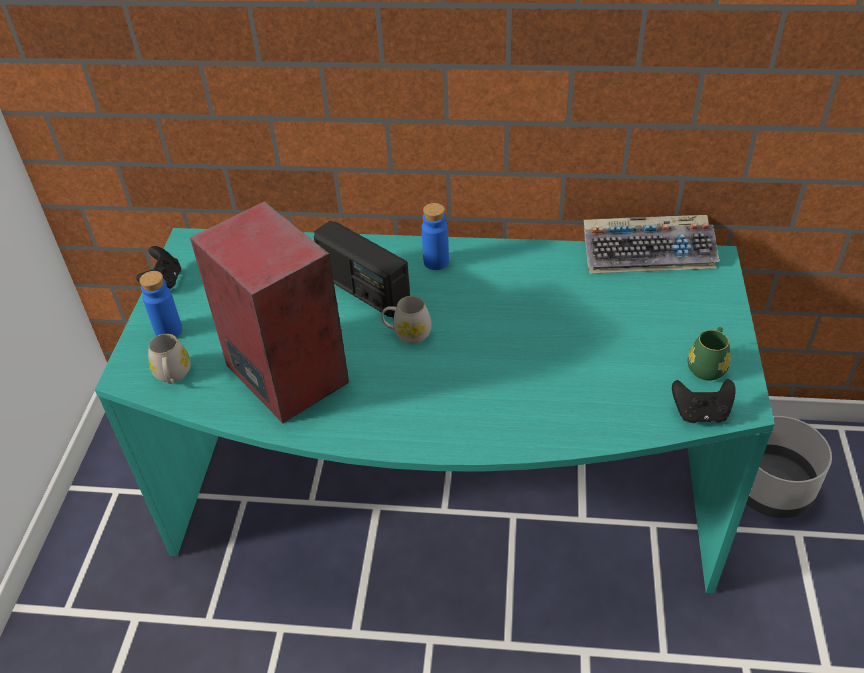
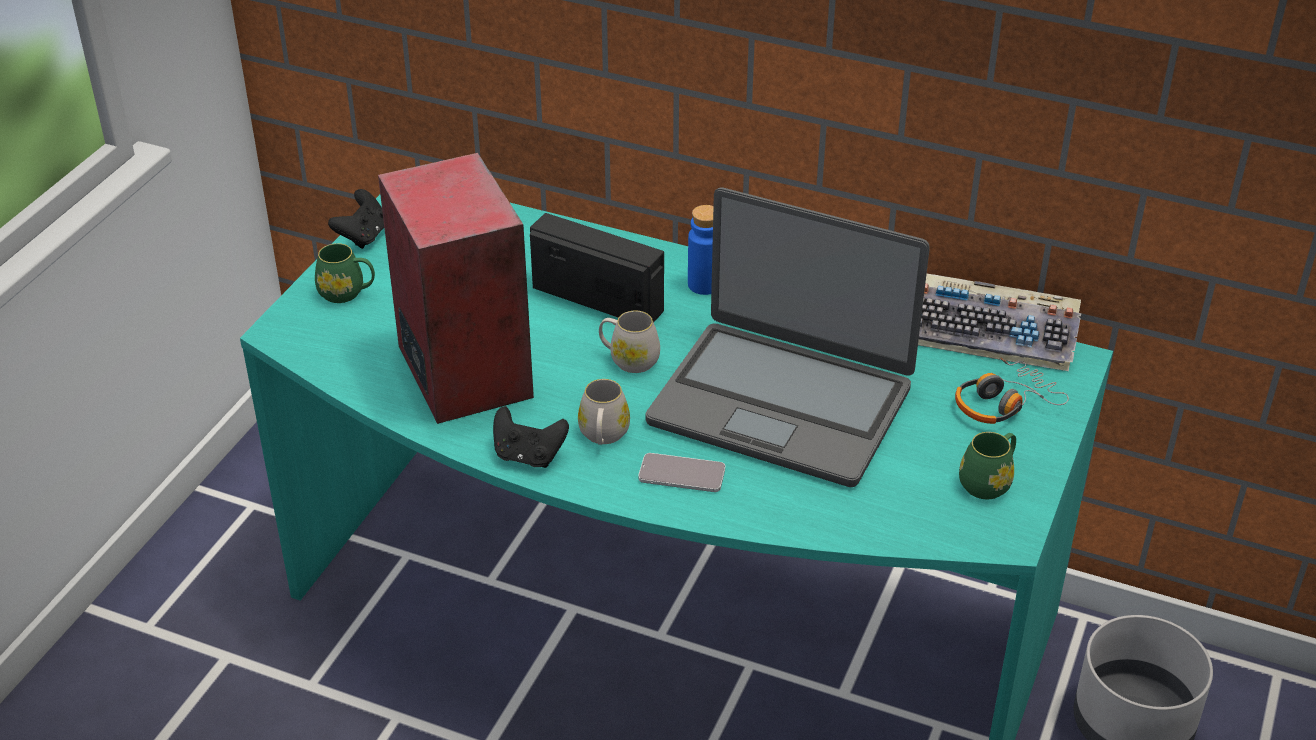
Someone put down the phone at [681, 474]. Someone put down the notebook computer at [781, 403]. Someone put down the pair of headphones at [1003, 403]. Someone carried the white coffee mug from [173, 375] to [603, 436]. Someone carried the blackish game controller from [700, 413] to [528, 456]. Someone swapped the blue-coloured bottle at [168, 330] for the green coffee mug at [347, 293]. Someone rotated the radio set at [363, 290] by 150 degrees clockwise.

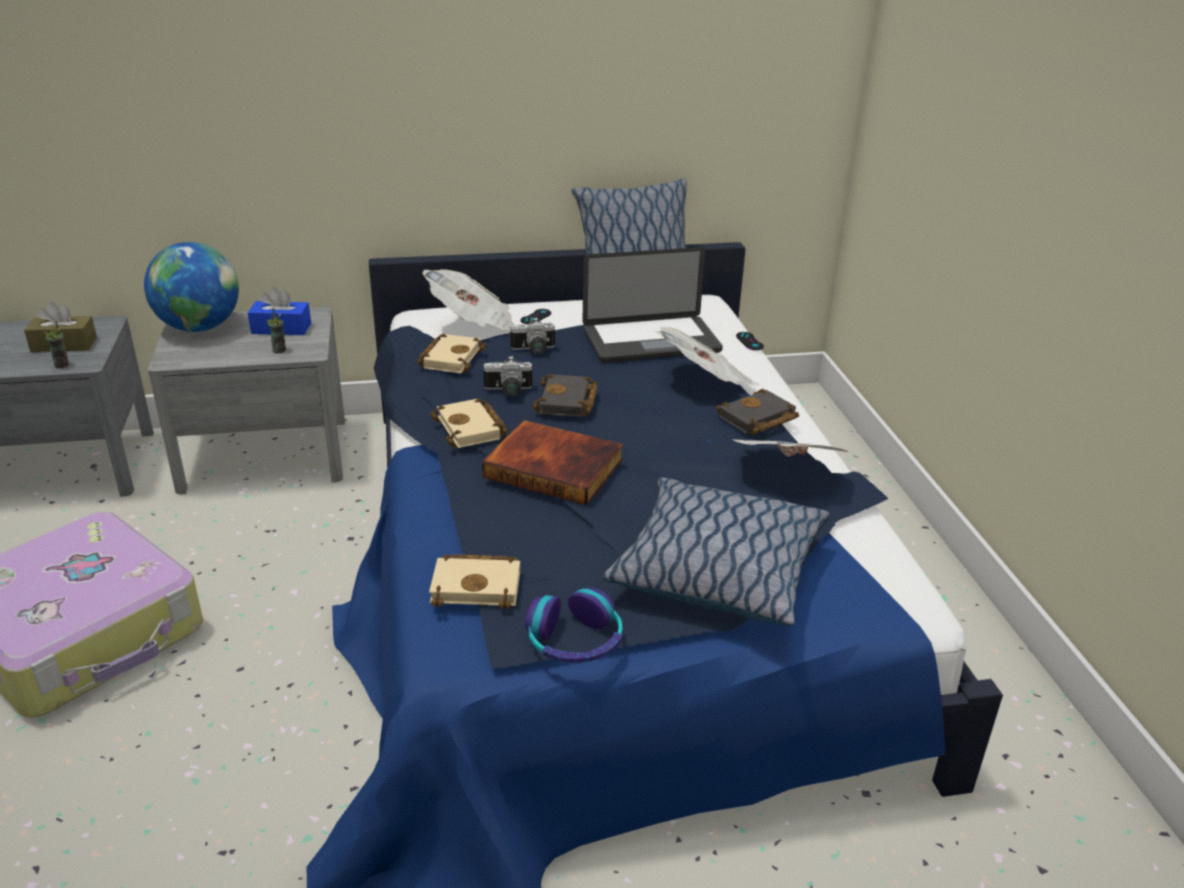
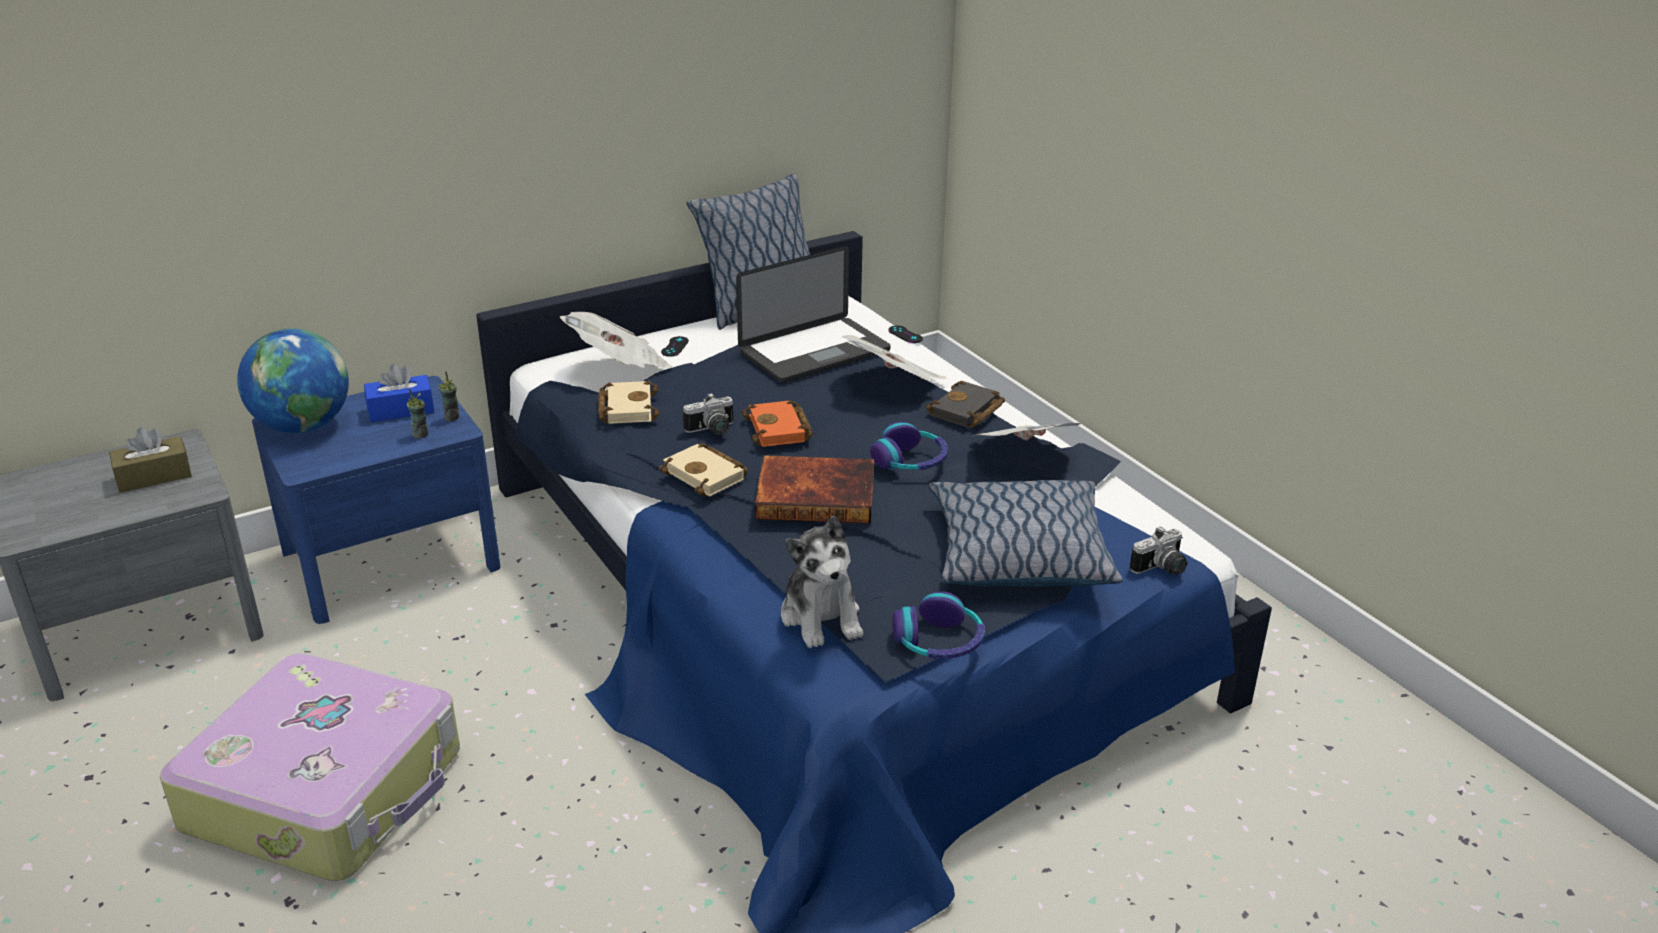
Someone put down the pair of headphones at [910, 461]. Someone carried the small cup from [62, 365] to [452, 417]. Someone carried the photo camera from [533, 350] to [1162, 569]. Someone swapped the beige-coloured bound book at [479, 586] for the cuddly toy at [822, 617]. Someone repainted the gray bedside table at [265, 454], which became the blue-coloured bedside table at [390, 559]. Someone repainted the blackish bound book at [568, 402], which became the orange bound book at [780, 430].

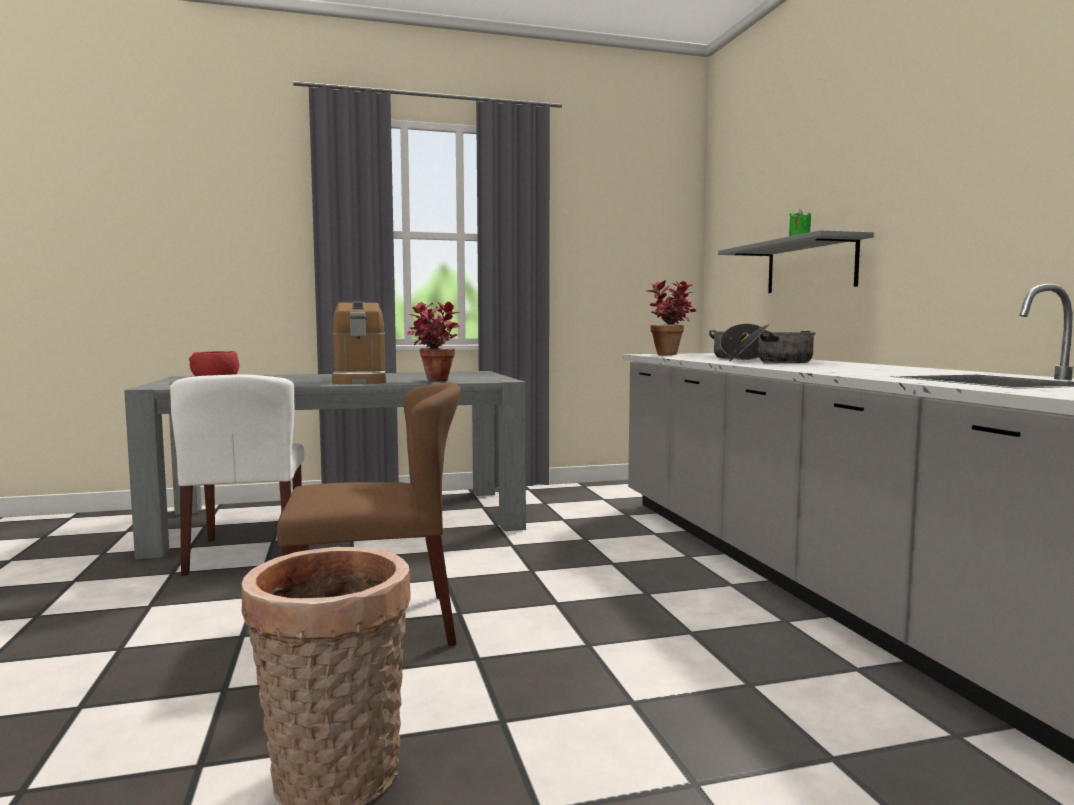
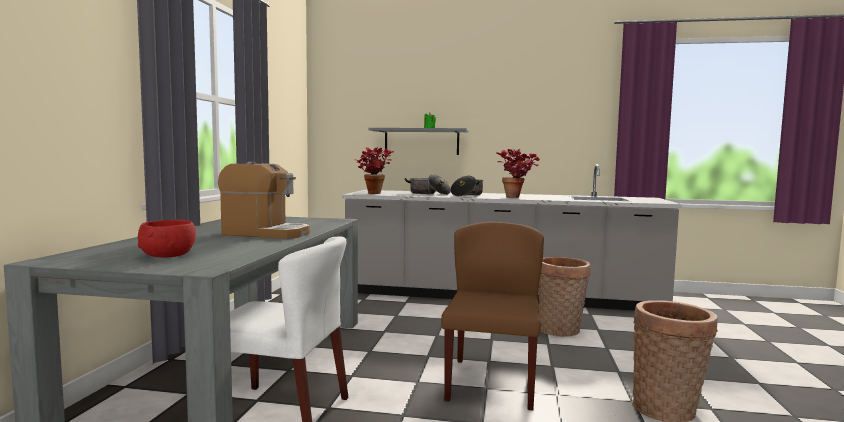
Someone put down the storage basket at [561, 331]. Someone carried the houseplant from [433, 381] to [517, 197].

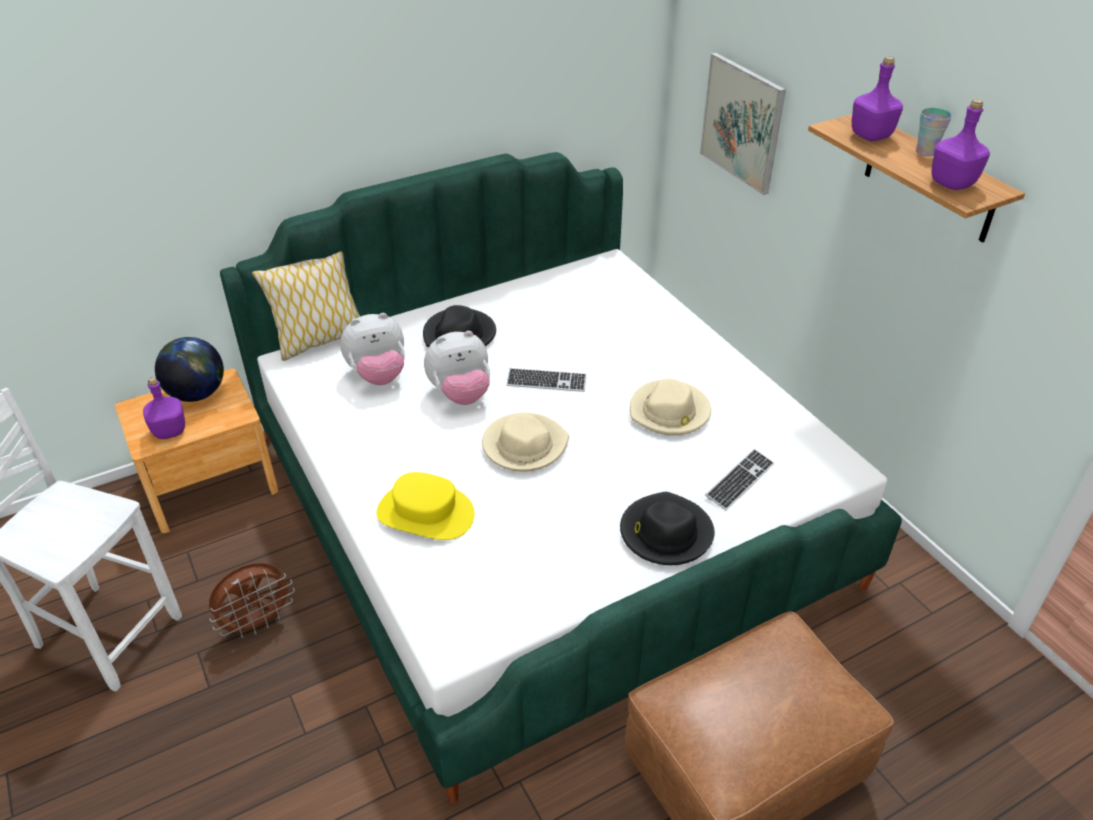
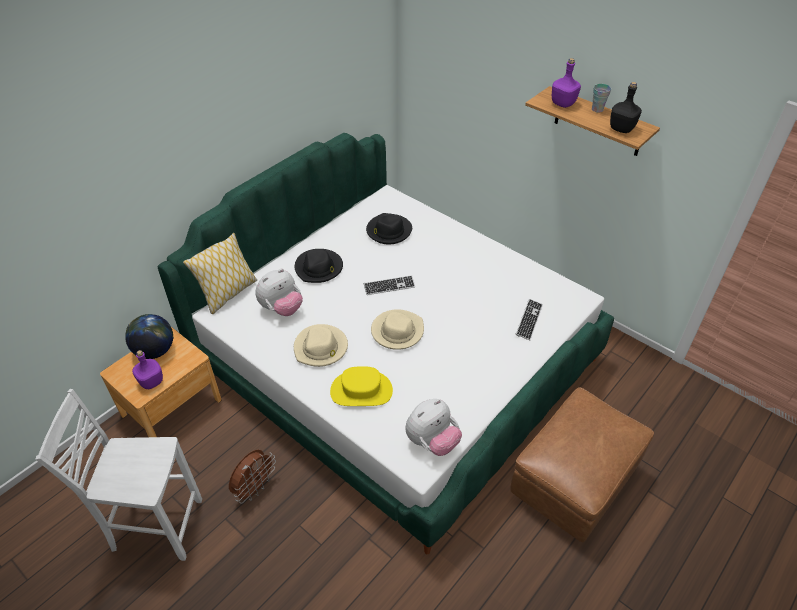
Someone took away the picture at [742, 123]. Someone carried the cuddly toy from [461, 394] to [432, 442]. Someone carried the blackish wearable hat from [665, 533] to [388, 231]. Someone carried the beige-coloured wearable hat from [669, 412] to [321, 348]. Someone repainted the purple-coloured bottle at [953, 184], which became the blackish bottle at [622, 129].

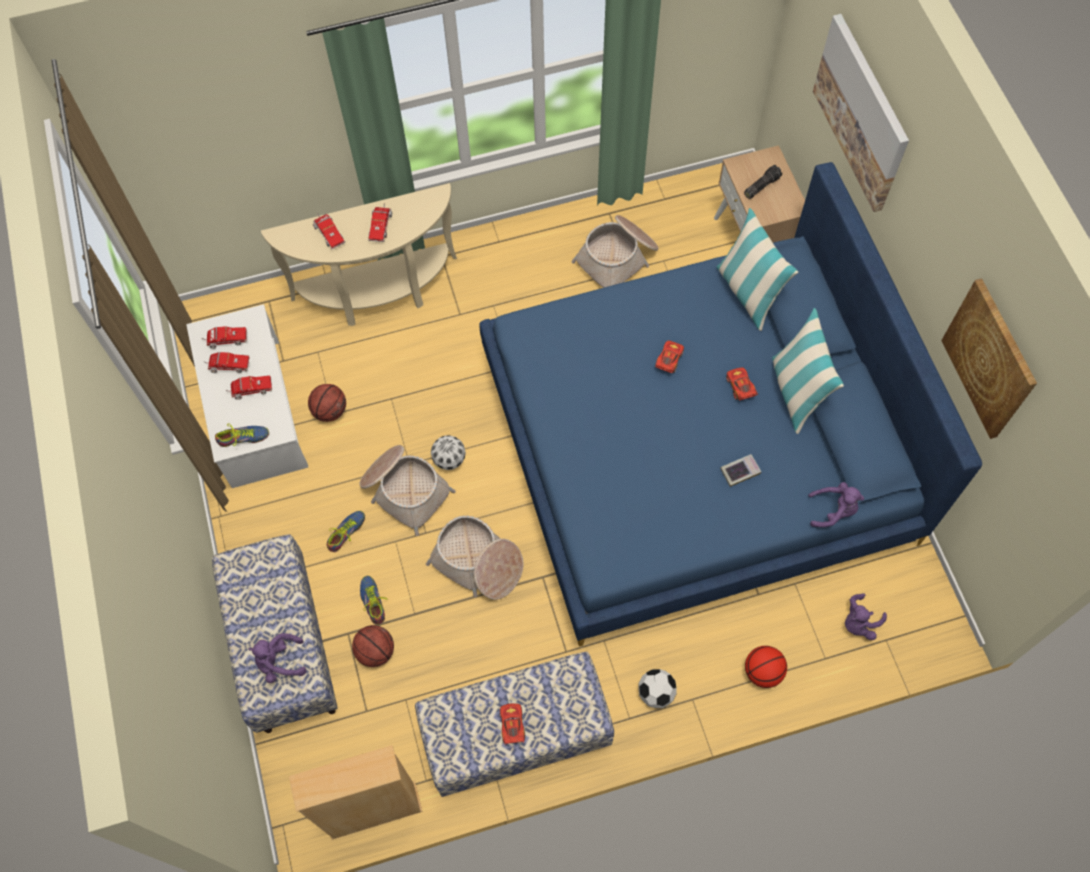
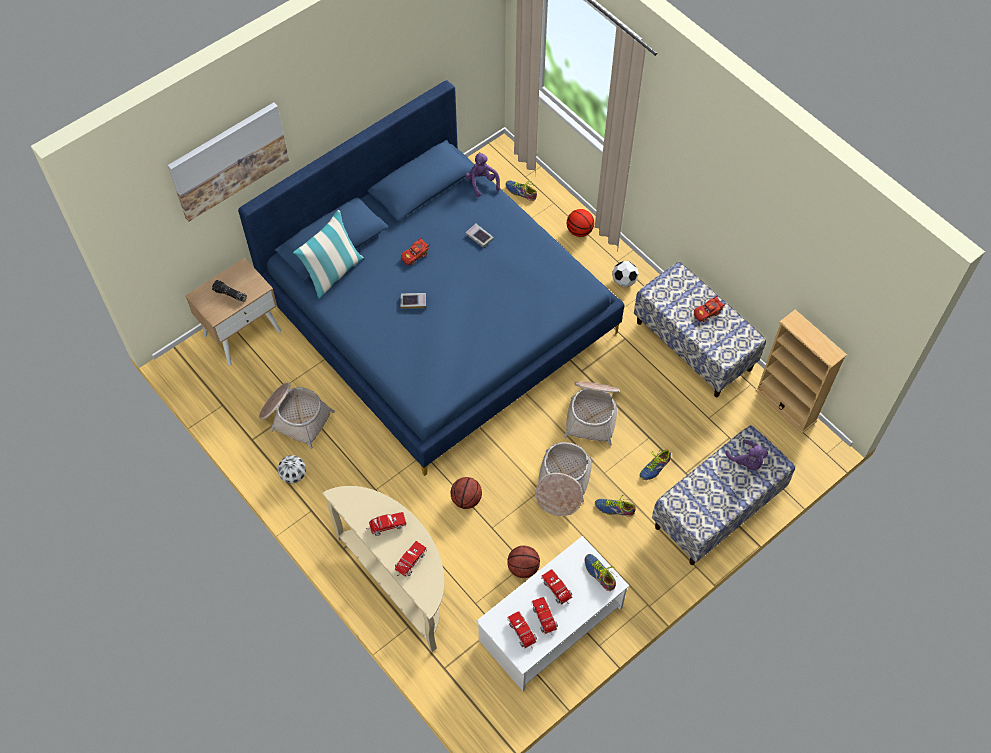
Someone took away the throw pillow at [797, 392]. Someone took away the picture at [989, 359]. Someone carried the basketball ball from [375, 651] to [466, 499]. Someone carried the ball for football from [449, 459] to [293, 476]. Someone swapped the red-coloured toy car at [668, 361] for the bound book at [413, 302]. Someone swapped the purple-coloured cuddly toy at [859, 622] for the low shoe at [521, 192].

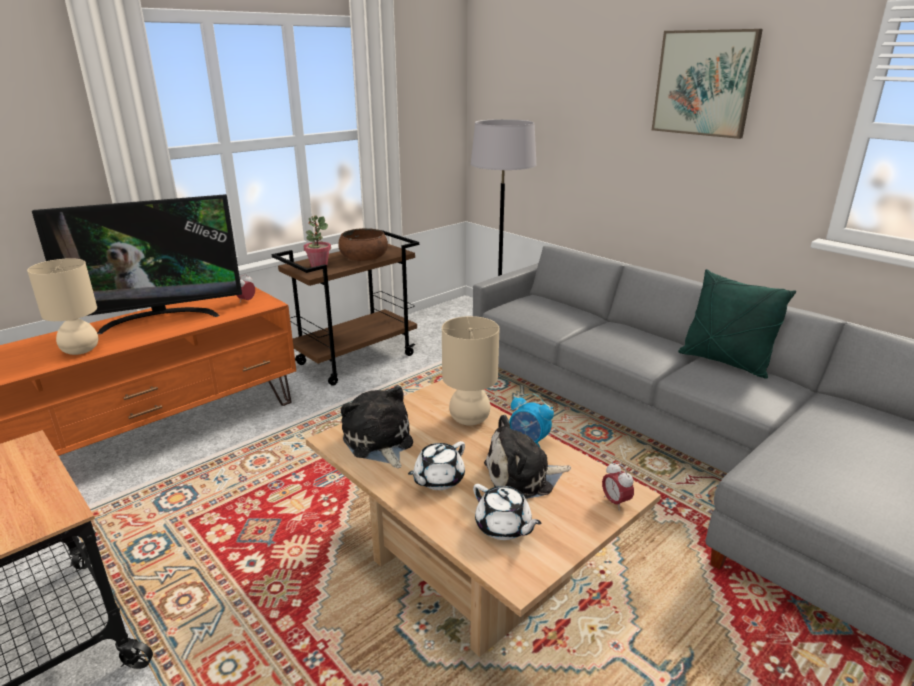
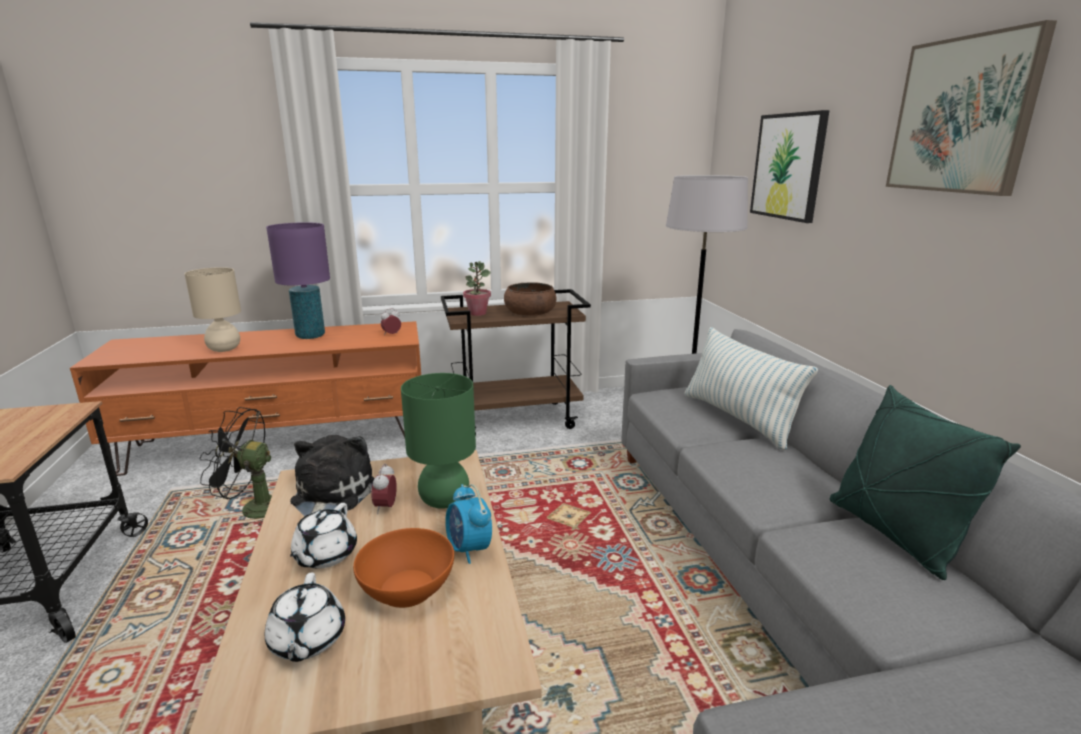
Someone put down the blackish cooling fan at [253, 509]. Someone put down the throw pillow at [738, 418]. Someone put up the picture at [788, 166]. Someone carried the bedside clock from [615, 502] to [386, 507]. Someone swapped the TV at [160, 318] for the purple-coloured tabletop lamp at [310, 336]. Someone swapped the cuddly toy at [523, 477] for the orange deep dish at [407, 589]. Someone repainted the beige-coloured tabletop lamp at [469, 419], which became the green tabletop lamp at [444, 500]. Someone rotated the white pot for tea at [438, 480] by 60 degrees counterclockwise.

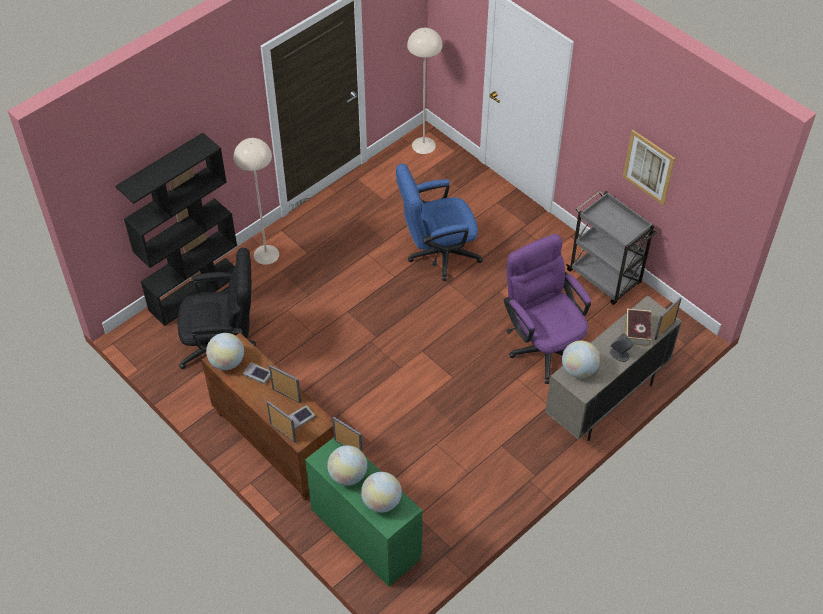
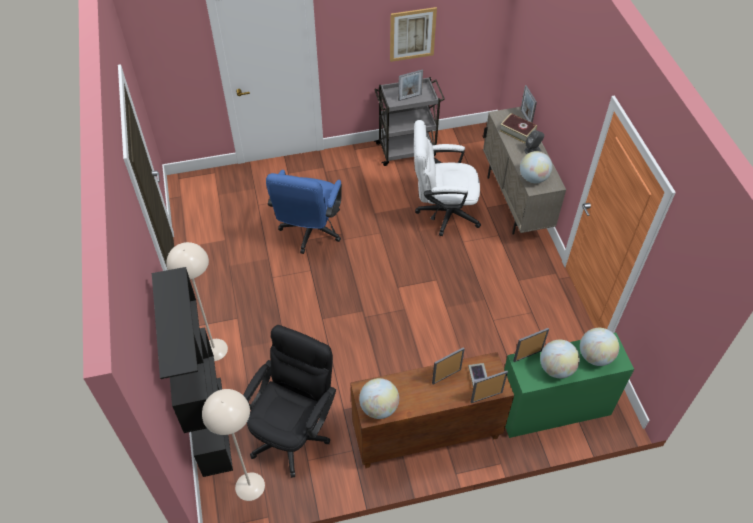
Someone took away the bound book at [257, 374]. Someone put down the standing frame at [409, 97]. Someone carried the beige-coloured standing lamp from [424, 145] to [250, 486]. Someone repainted the purple-coloured desk chair at [543, 345], which became the white desk chair at [442, 212].

